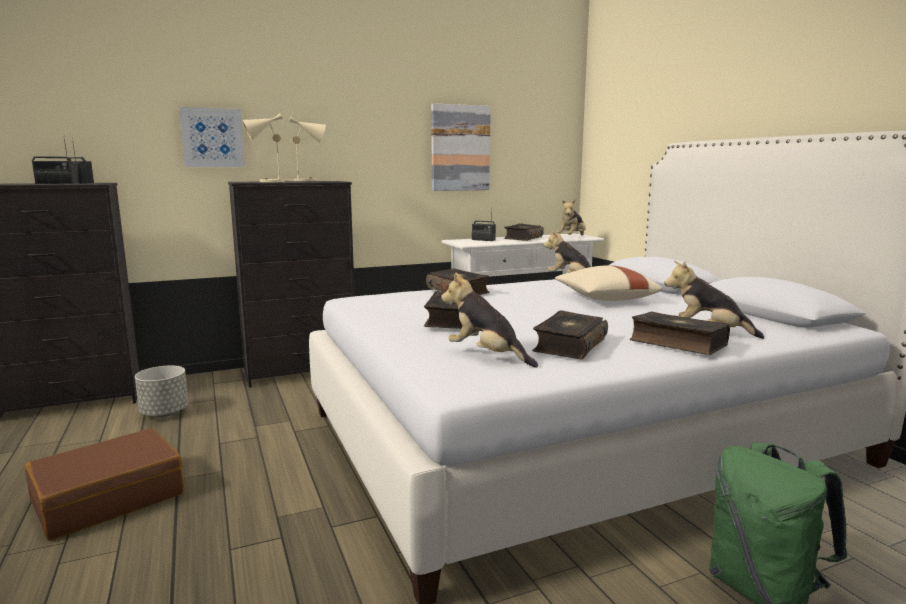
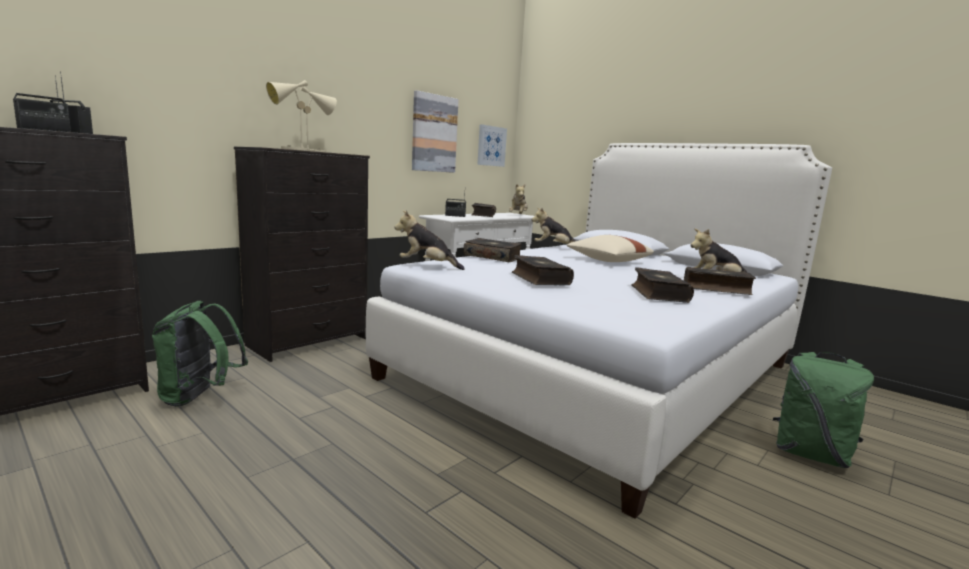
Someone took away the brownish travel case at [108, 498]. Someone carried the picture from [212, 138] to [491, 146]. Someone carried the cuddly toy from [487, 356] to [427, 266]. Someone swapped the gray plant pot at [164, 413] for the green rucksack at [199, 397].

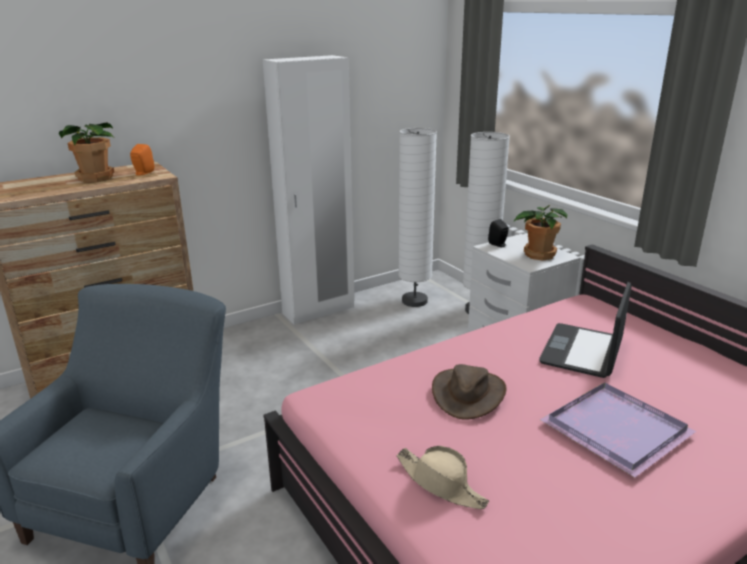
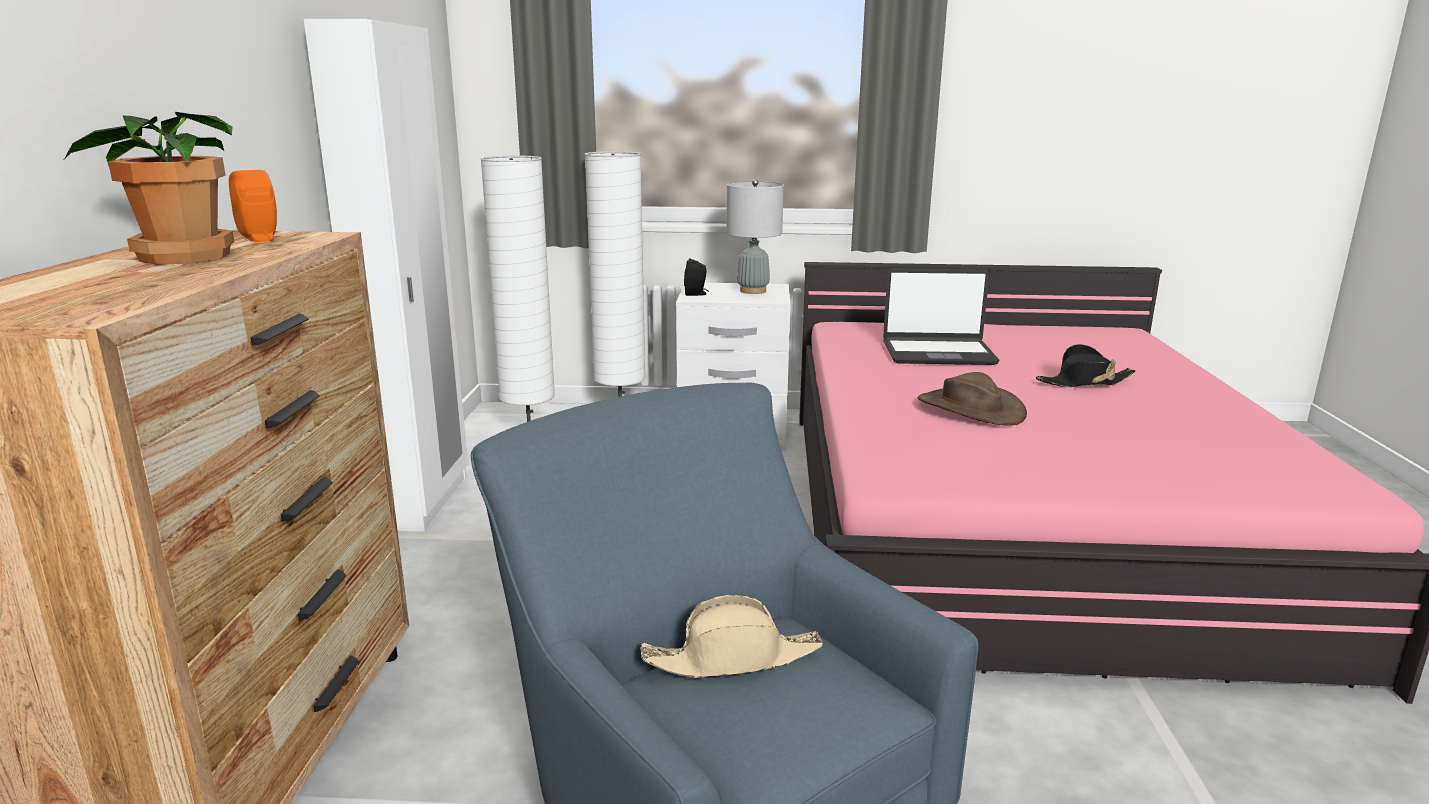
Someone carried the beige-coloured wearable hat from [441, 484] to [733, 658]. Someone swapped the houseplant at [538, 254] for the gray tabletop lamp at [753, 291]. Someone swapped the purple-coloured carrying tray at [615, 427] for the blackish wearable hat at [1084, 382]. Someone rotated the notebook computer at [582, 352] by 60 degrees counterclockwise.

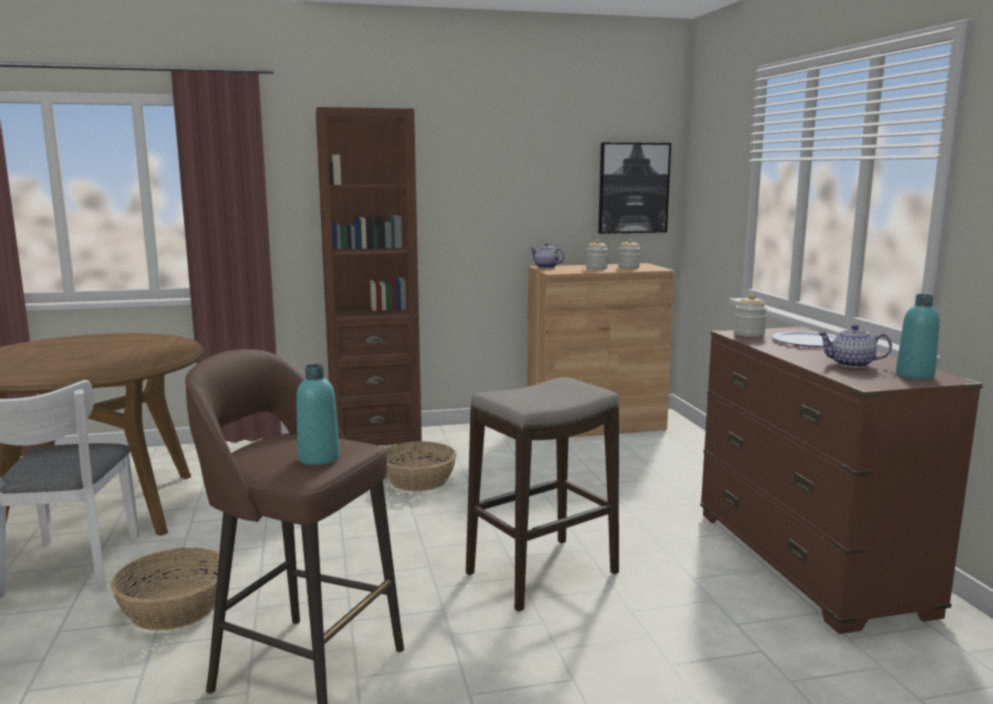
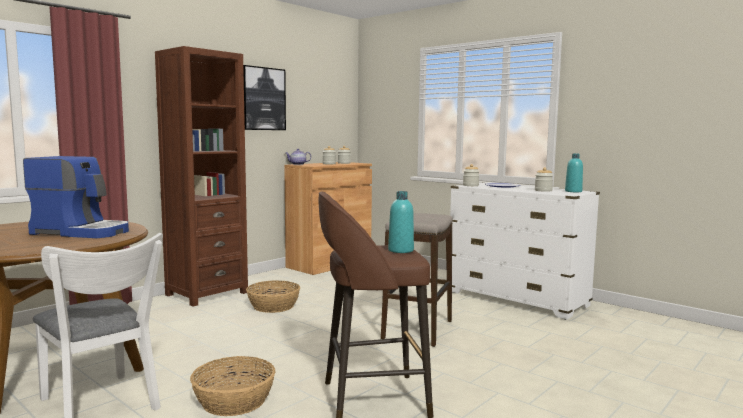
Someone put down the coffee brewer at [82, 232]. Someone carried the picture from [633, 188] to [263, 99]. Someone swapped the pot for tea at [851, 365] for the preserve jar at [543, 190]. Someone repainted the brownish dresser at [808, 562], which became the white dresser at [517, 299].

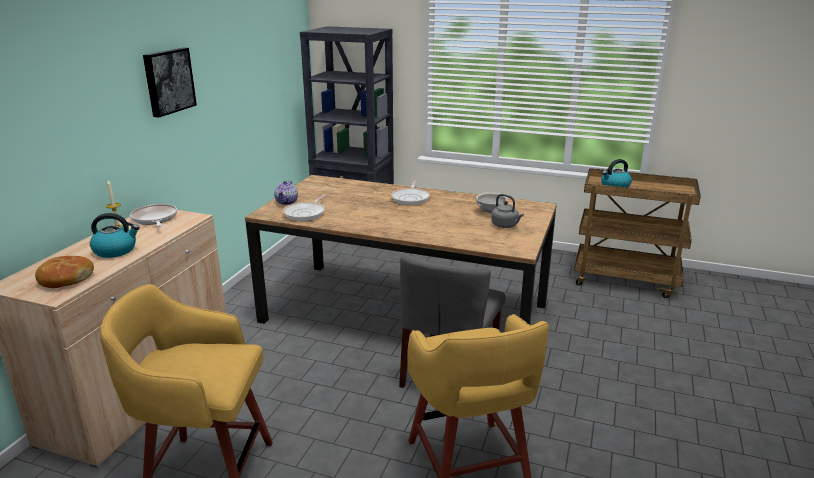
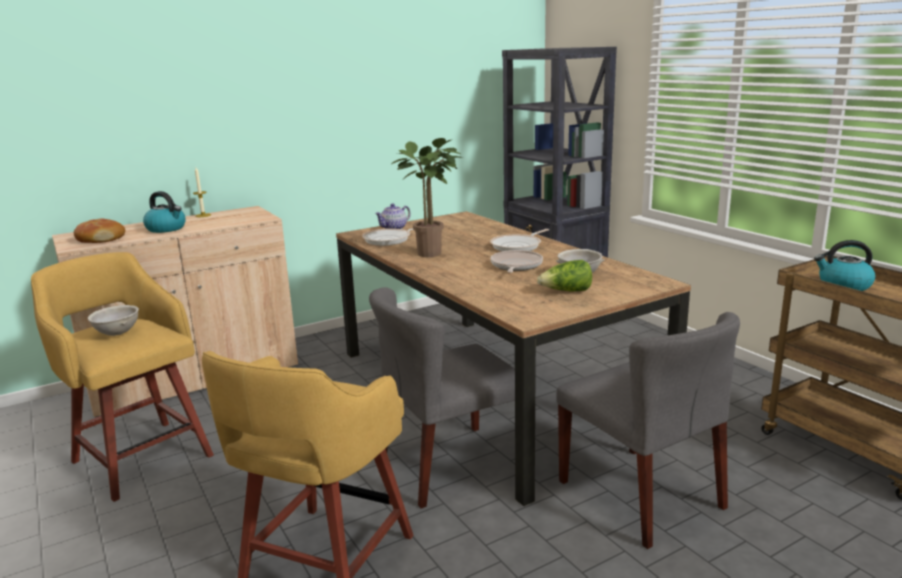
Someone took away the picture at [168, 81]. Someone put down the gray deep dish at [117, 334]. Someone put down the houseplant at [434, 253]. Someone put down the gray plain chair at [641, 494]. Someone carried the skillet from [154, 219] to [515, 266]. Someone swapped the gray kettle at [505, 225] for the lettuce head at [566, 291].

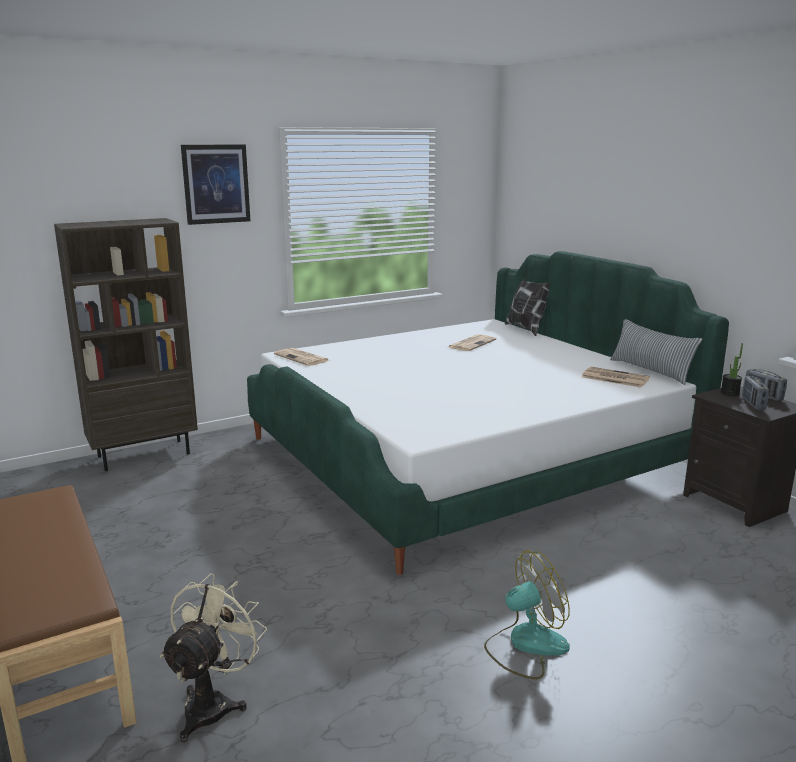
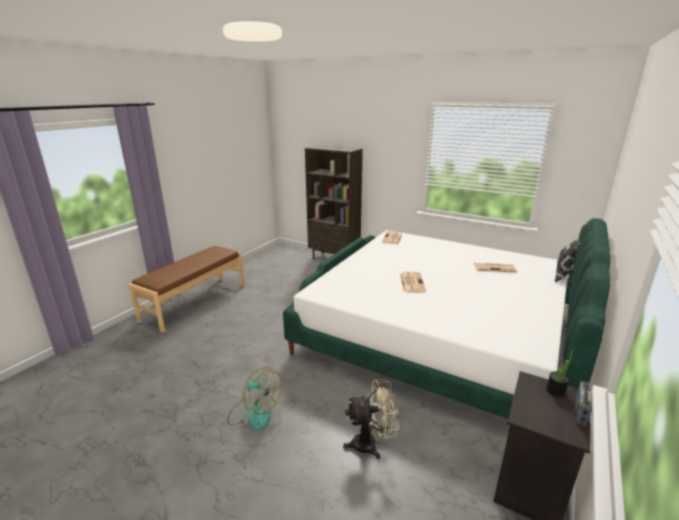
Someone took away the picture at [216, 184]. Someone took away the throw pillow at [650, 371]. Someone took away the radio set at [753, 404]. Someone carried the beige-coloured cooling fan from [213, 704] to [371, 444]. Someone carried the printed paper from [614, 378] to [411, 282].

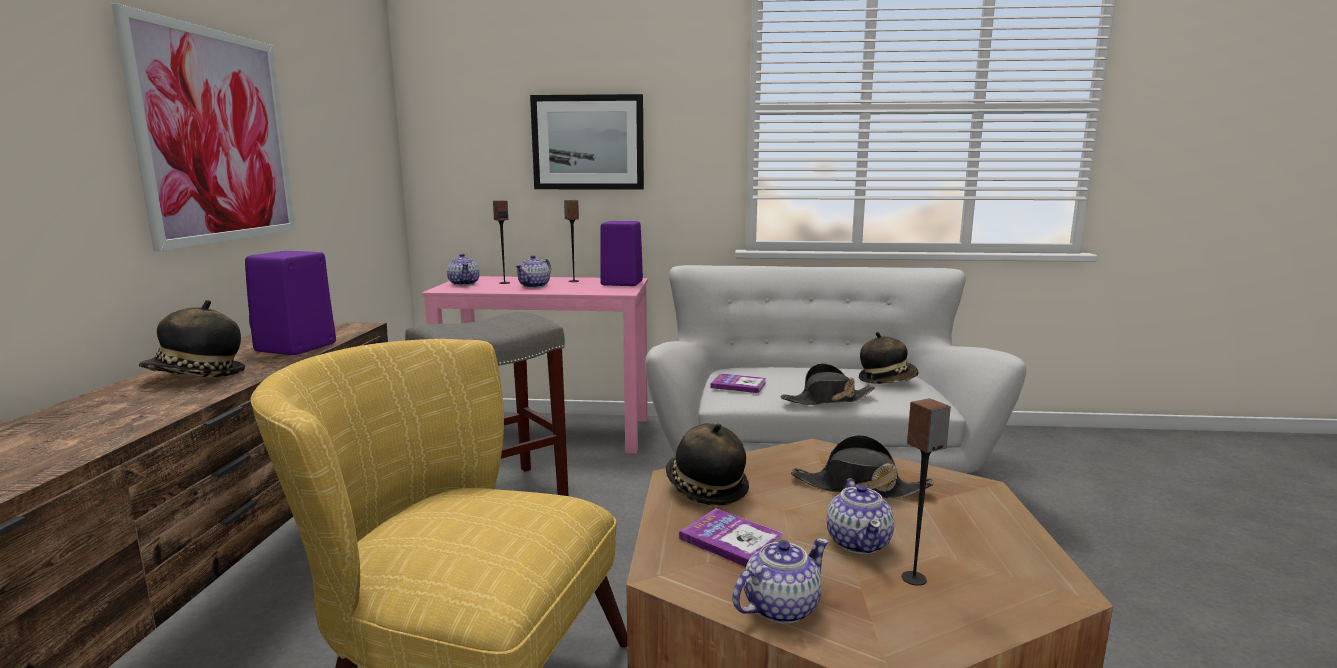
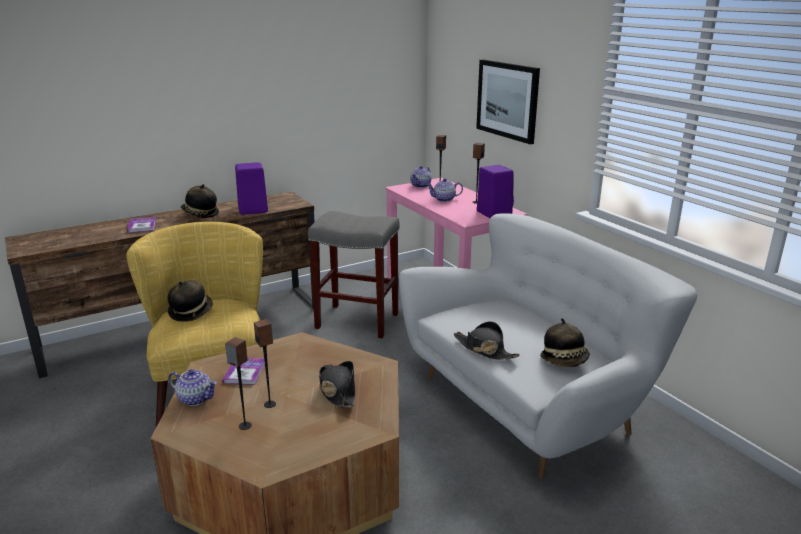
Someone took away the picture at [216, 136]. Someone carried the wearable hat from [705, 489] to [191, 312]. Someone carried the bound book from [738, 385] to [142, 226]. Someone swapped the pot for tea at [859, 542] for the loudspeaker at [270, 404].

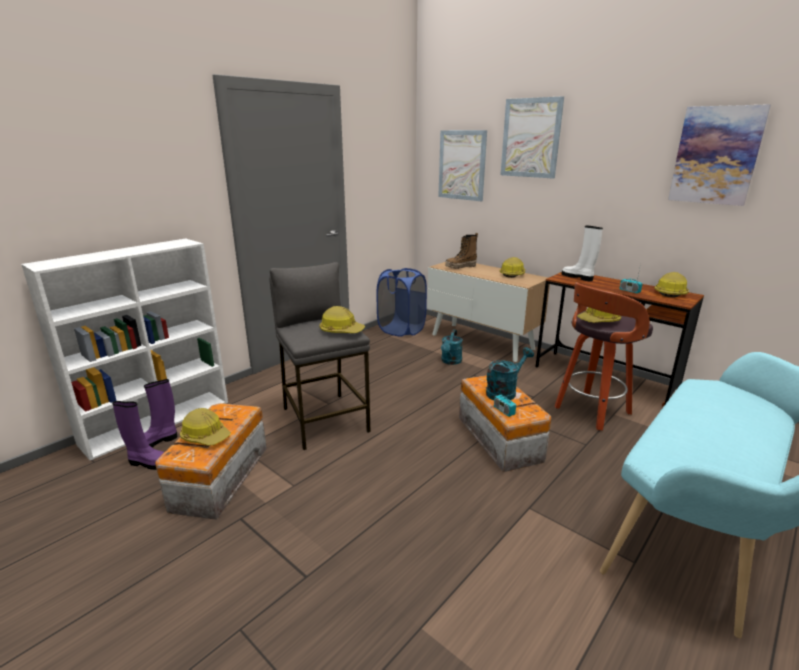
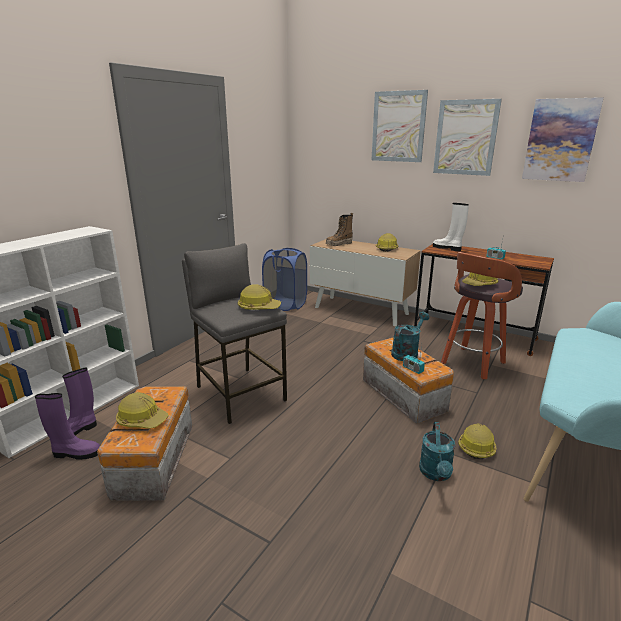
Someone carried the picture from [462, 165] to [465, 137]. Someone carried the turquoise-coloured sprinkling can from [450, 362] to [436, 474]. Someone carried the work helmet from [670, 293] to [476, 446].

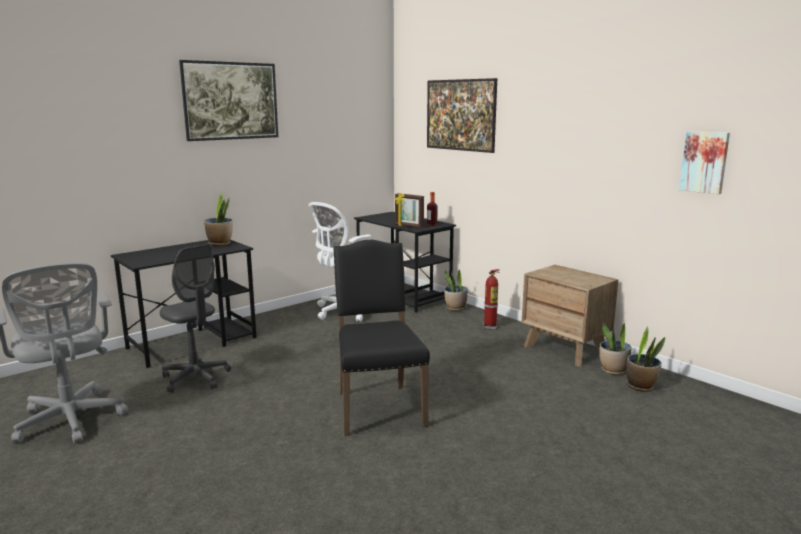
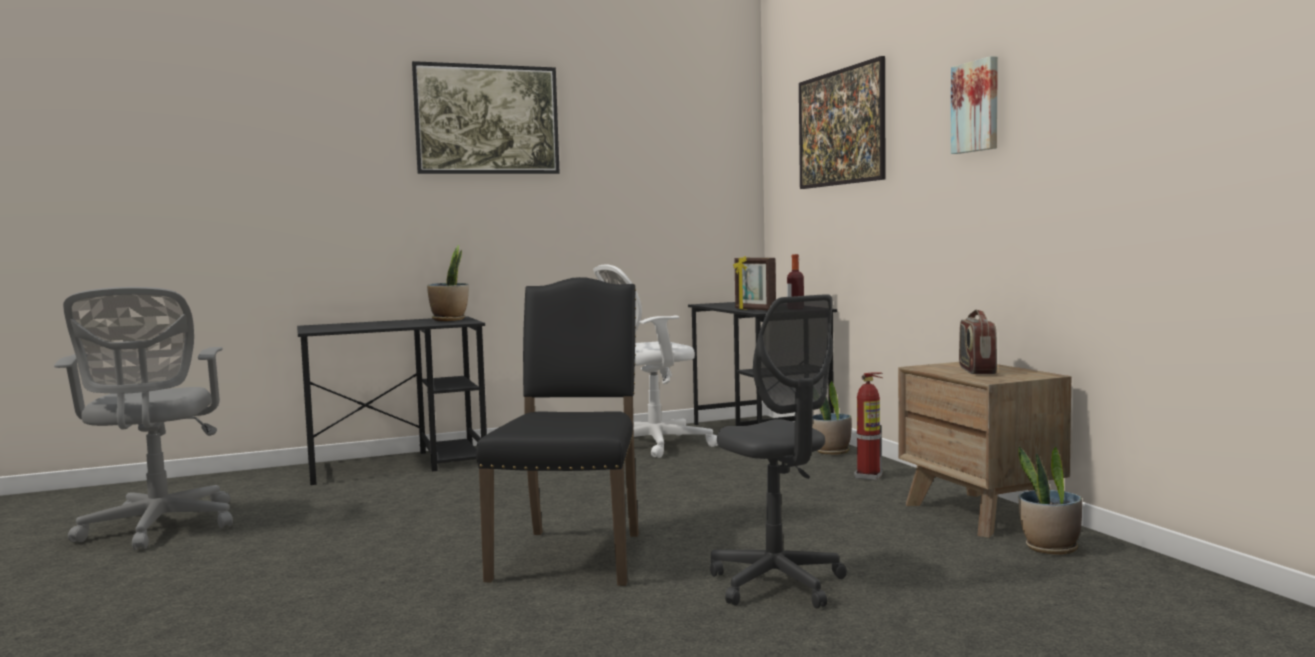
Someone took away the houseplant at [640, 386]. Someone put down the radio set at [976, 370]. Someone carried the gray desk chair from [196, 378] to [777, 584]. Someone carried the picture from [705, 162] to [976, 106].

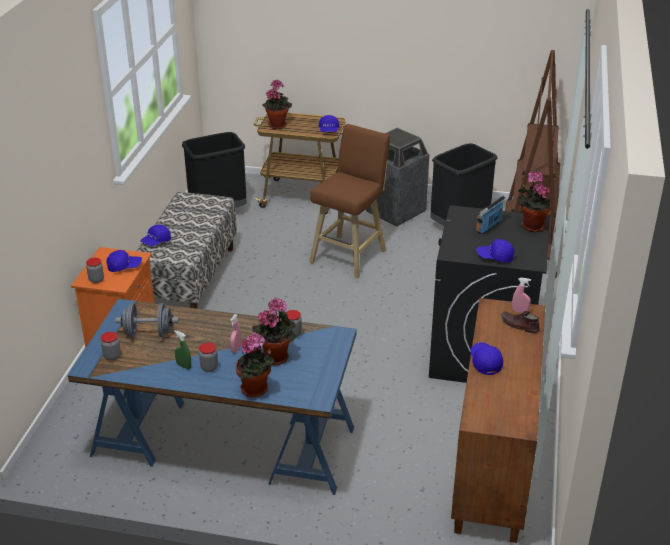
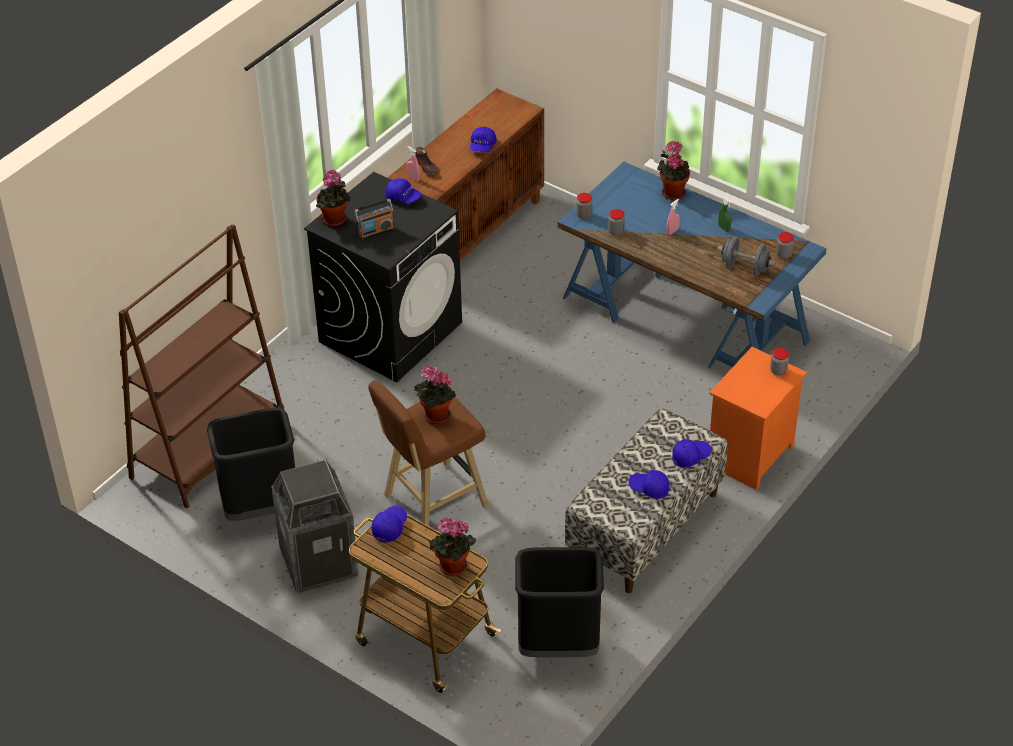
Someone carried the blue-coloured baseball cap from [124, 266] to [649, 488]. Someone carried the preserve jar from [209, 367] to [584, 215]. Someone carried the houseplant from [277, 356] to [435, 416].

